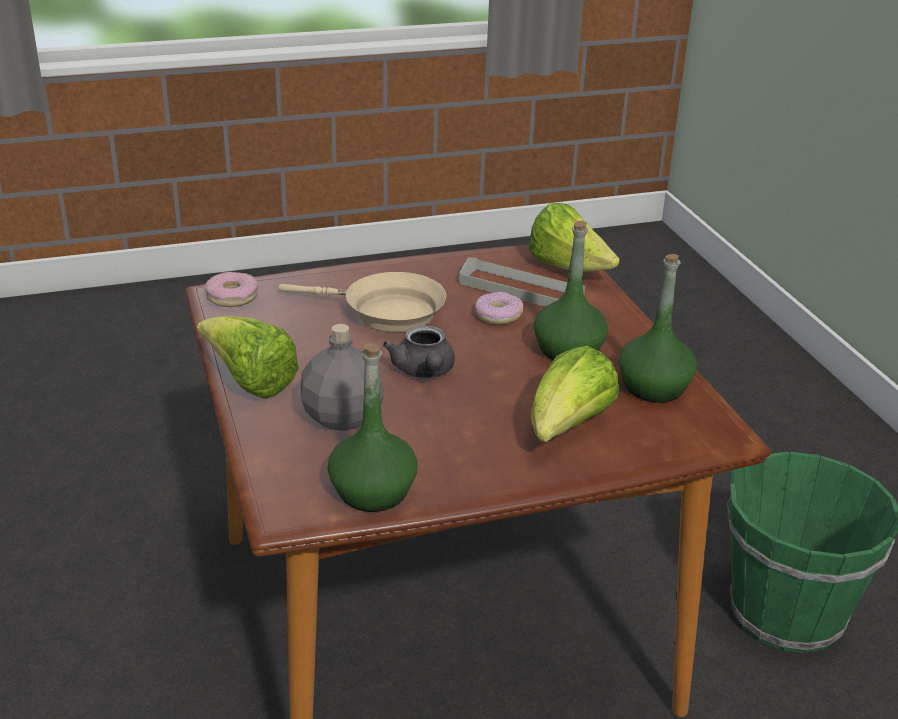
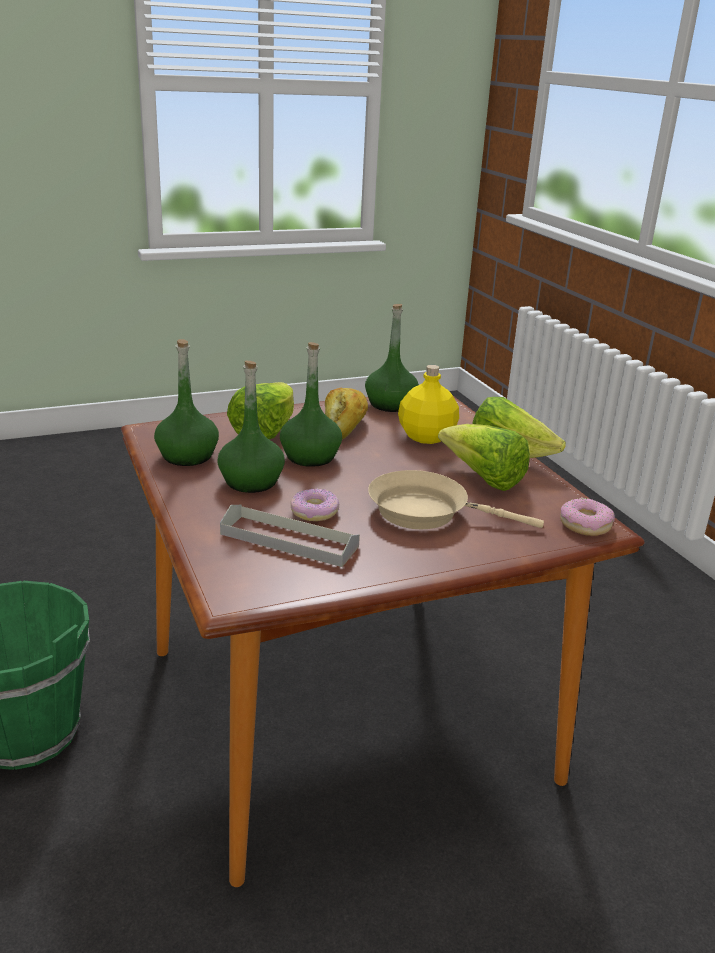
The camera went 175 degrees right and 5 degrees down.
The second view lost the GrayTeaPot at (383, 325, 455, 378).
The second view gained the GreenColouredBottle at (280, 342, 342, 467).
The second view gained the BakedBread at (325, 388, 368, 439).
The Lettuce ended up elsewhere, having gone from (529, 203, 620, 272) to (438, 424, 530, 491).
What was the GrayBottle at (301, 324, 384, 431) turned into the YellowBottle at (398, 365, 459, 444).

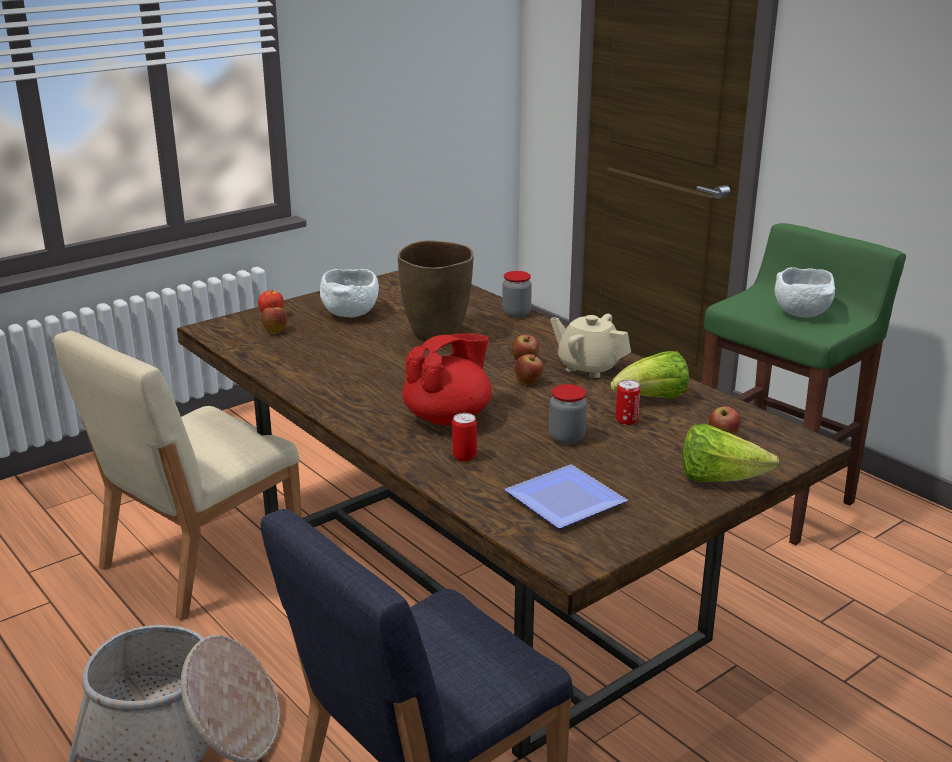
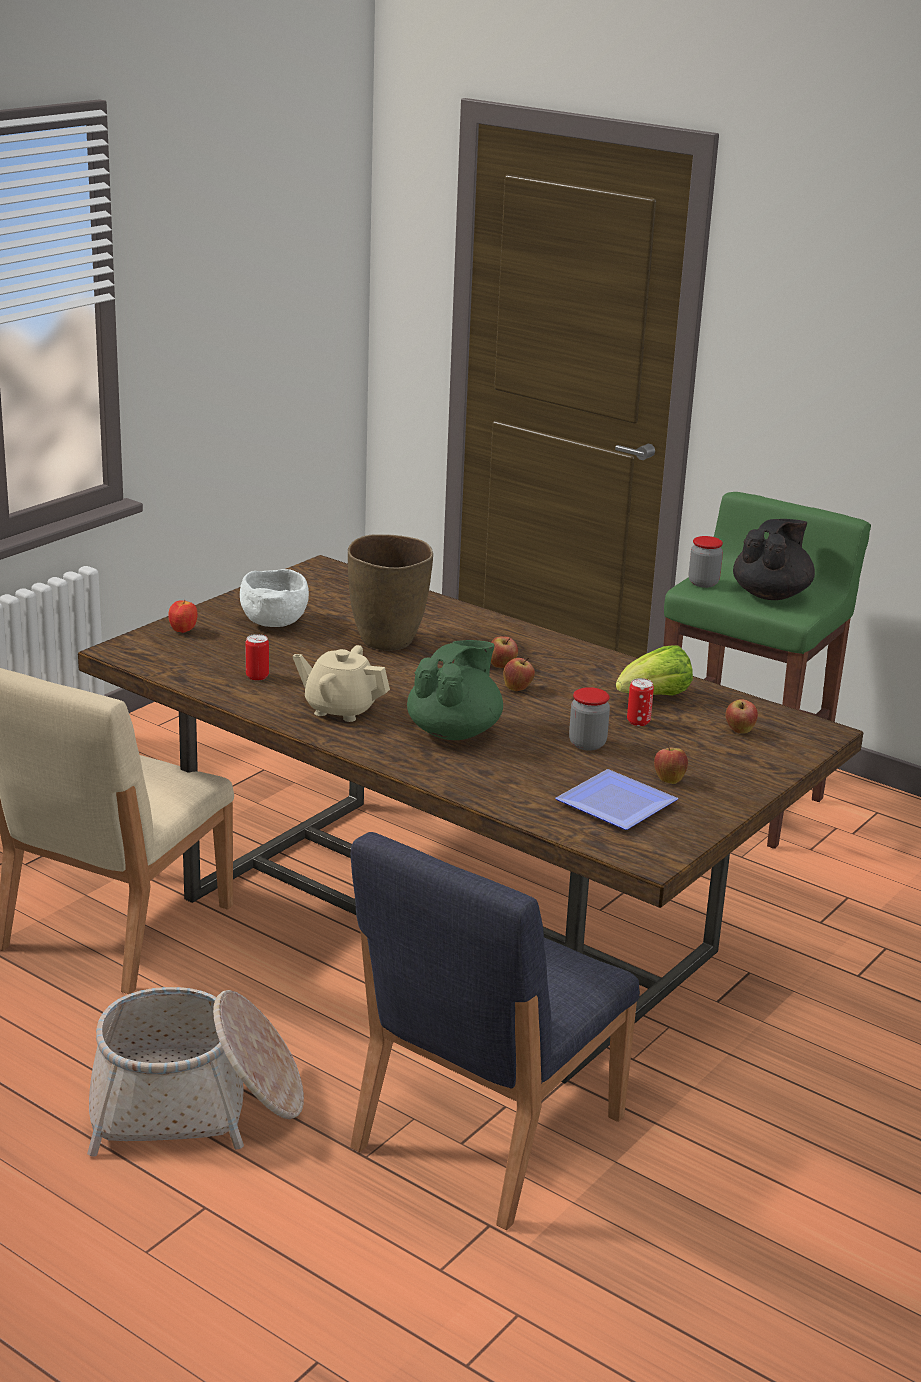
The camera went 15 degrees left and 0 degrees up.
The second view lost the Lettuce at (683, 424, 779, 482).
The AppleFruit ended up elsewhere, having gone from (261, 302, 287, 334) to (654, 741, 688, 784).
The Can ended up elsewhere, having gone from (452, 413, 477, 461) to (245, 634, 269, 681).
The PreserveJar ended up elsewhere, having gone from (502, 271, 532, 318) to (689, 536, 723, 588).
The SandColouredTeaPot ended up elsewhere, having gone from (550, 314, 631, 378) to (293, 645, 390, 722).
Where the WhiteColouredDeepDish stood at (775, 267, 835, 318), the BlackTeaPot came to stand at (733, 519, 815, 600).
What was the RedTeaPot at (403, 333, 492, 425) turned into the GreenColouredTeaPot at (407, 640, 503, 740).

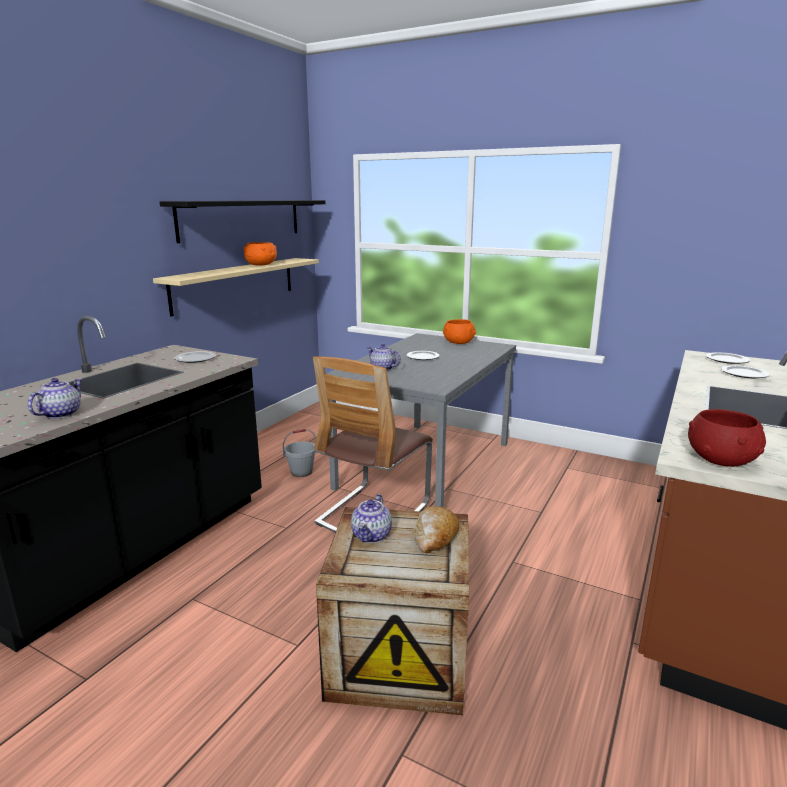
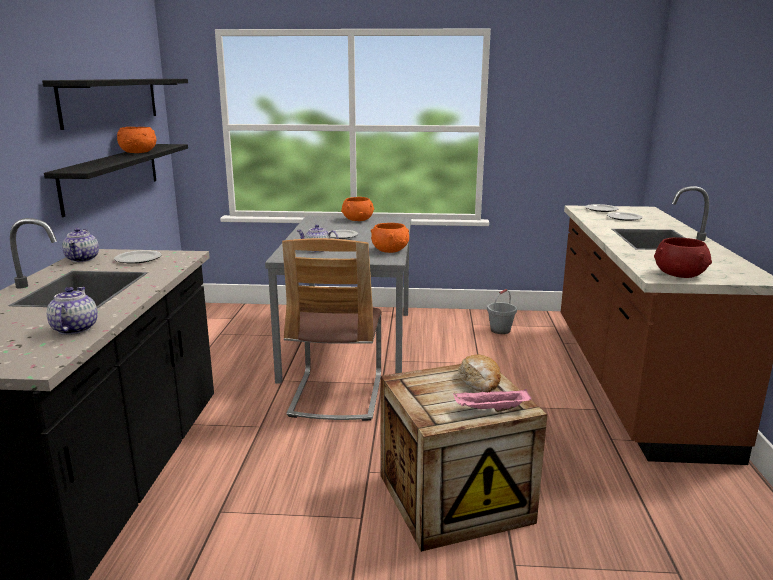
The camera went 25 degrees left and 0 degrees up.
The second view gained the OrangeyDeepDish at (371, 223, 409, 253).
The second view gained the PinkColouredServingTray at (453, 389, 531, 412).
The GrayPail ended up elsewhere, having gone from (283, 429, 316, 477) to (487, 289, 517, 334).
The TeaPot ended up elsewhere, having gone from (351, 494, 392, 543) to (62, 228, 99, 262).
What was the SandColouredShelf at (153, 258, 319, 317) turned into the BlackShelf at (44, 144, 188, 217).

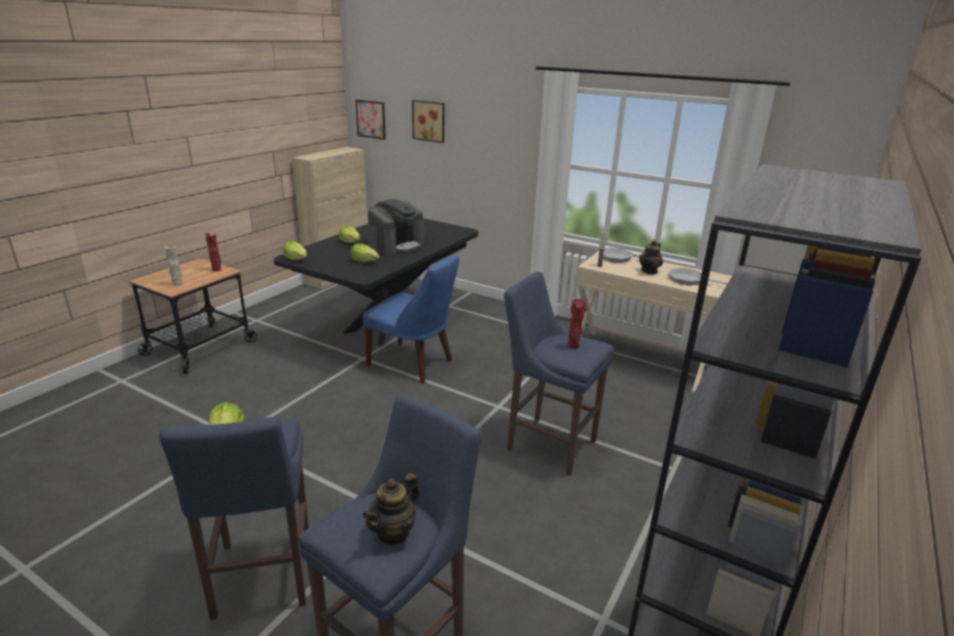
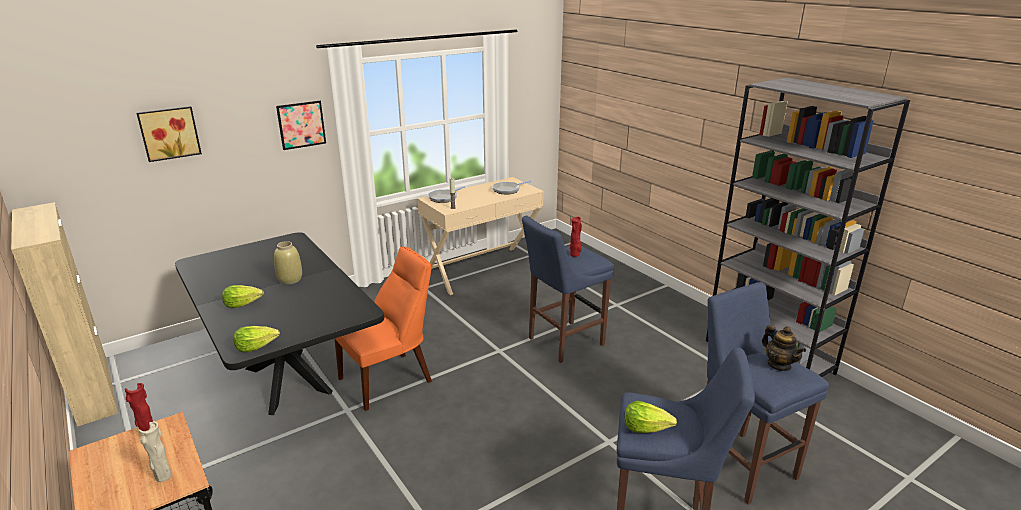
The camera went 65 degrees left and 0 degrees up.
The second view lost the Lettuce at (351, 243, 379, 262).
The second view lost the TeaPot at (639, 240, 663, 274).
The Picture ended up elsewhere, having gone from (356, 100, 386, 140) to (276, 101, 326, 150).
Where the CoffeeBrewer stood at (368, 199, 424, 256), the SandColouredVase came to stand at (274, 241, 302, 284).
What was the BlueUprightChair at (363, 254, 459, 383) turned into the OrangeyUprightChair at (334, 247, 432, 411).

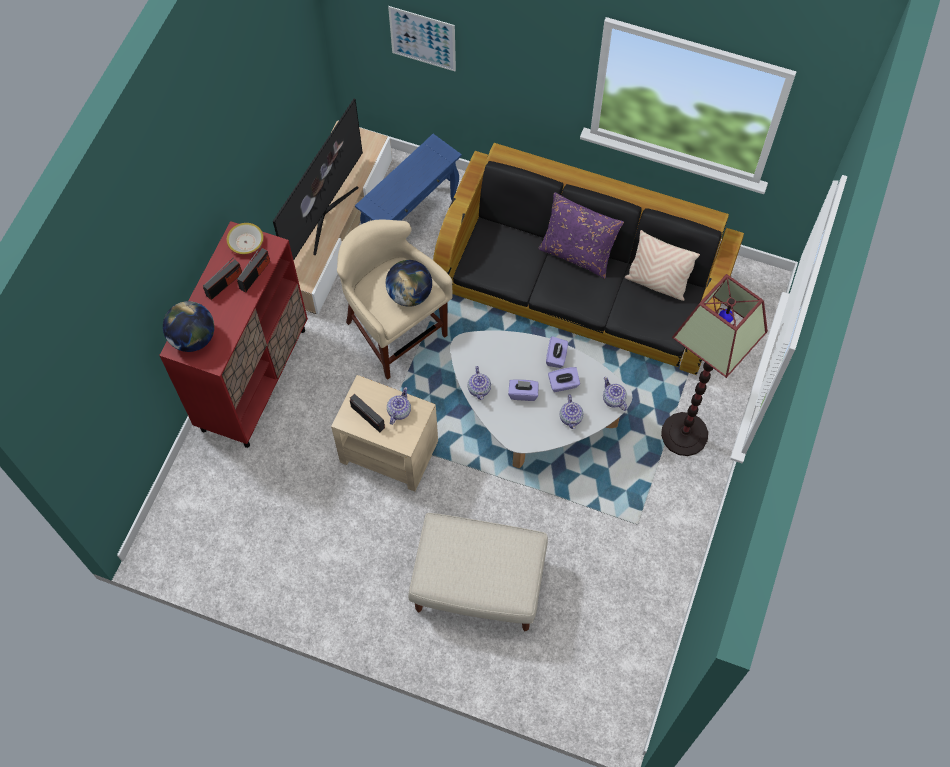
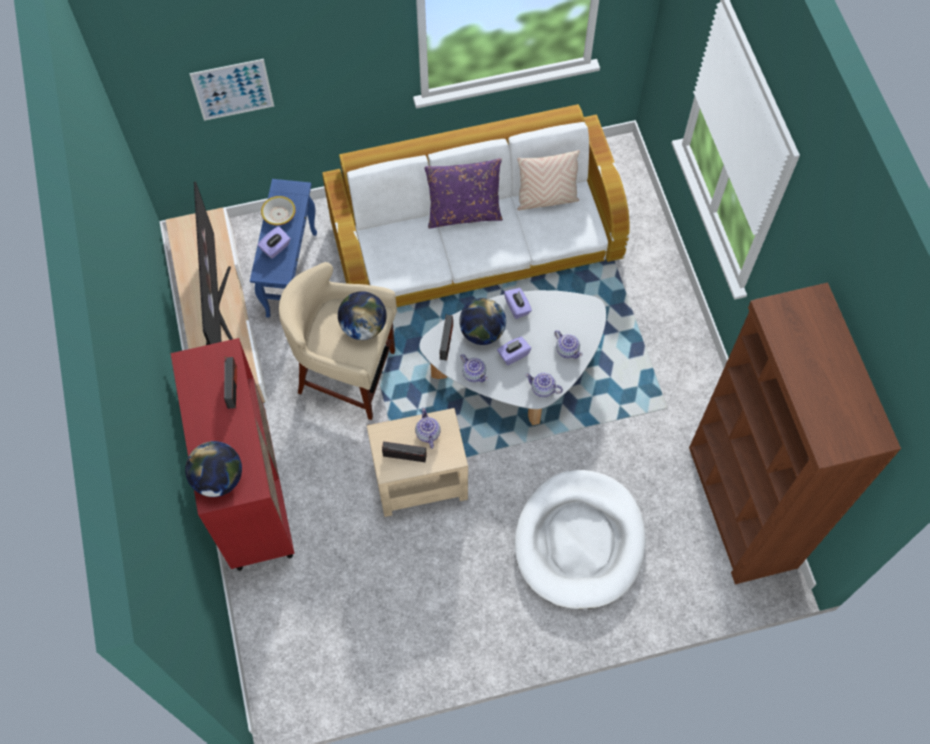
The camera went 35 degrees left and 0 degrees up.
The second view lost the FloorLamp at (661, 274, 768, 456).
The second view gained the Globe at (459, 298, 506, 345).
The second view gained the BrownShelvingUnit at (689, 282, 901, 585).
The RadioReceiver ended up elsewhere, having gone from (203, 258, 242, 300) to (439, 314, 453, 360).
The DeepDish ended up elsewhere, having gone from (227, 223, 264, 255) to (261, 196, 296, 226).
The PurpleColouredTissueHolder ended up elsewhere, having gone from (548, 367, 580, 392) to (258, 226, 291, 259).
The TeaPot ended up elsewhere, having gone from (603, 377, 627, 411) to (525, 373, 563, 397).
Where the SandColouredOttoman stood at (408, 513, 548, 631), the WhiteColouredDogBed came to stand at (515, 470, 646, 609).
What was the BlackSofa at (433, 143, 744, 375) turned into the WhiteColouredSofa at (322, 104, 630, 307).

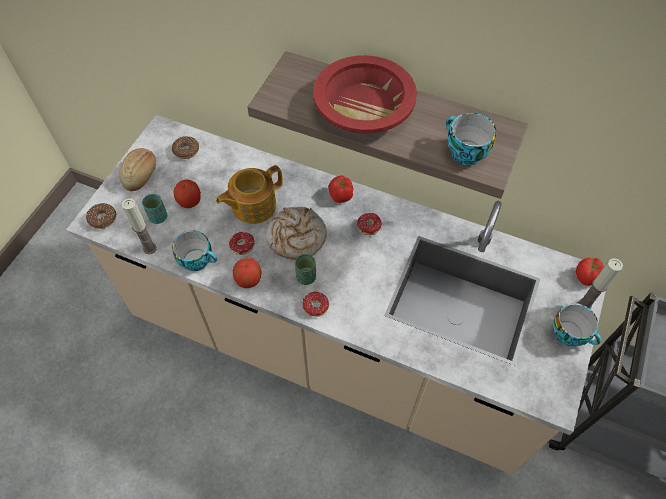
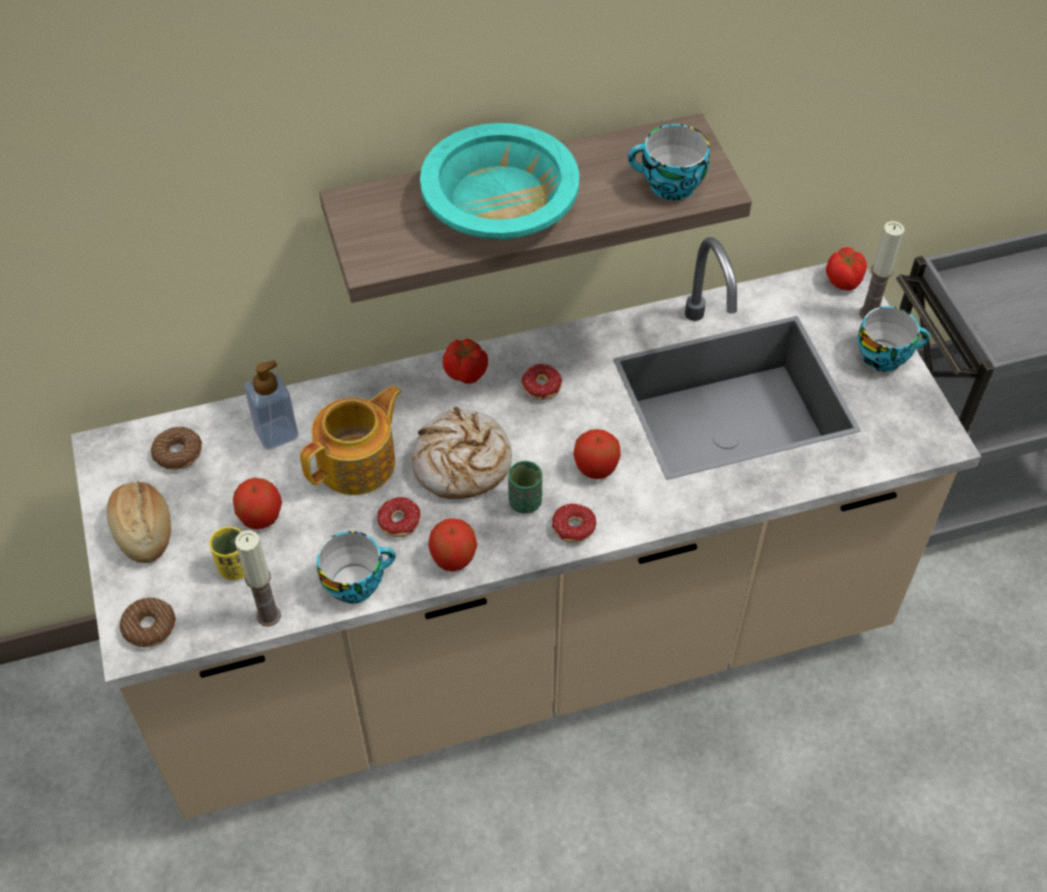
The camera went 40 degrees left and 5 degrees down.
The second view gained the SoapBottle at (244, 360, 298, 450).
The second view gained the AppleFruit at (573, 429, 621, 479).
What was the TurquoiseSmallCup at (142, 194, 167, 224) turned into the YellowSmallCup at (209, 527, 245, 580).
What was the RedDeepDish at (313, 55, 417, 134) turned into the TurquoiseDeepDish at (420, 123, 579, 240).
The TeaPot at (216, 165, 283, 224) ended up facing another way, 150 degrees counterclockwise from before.

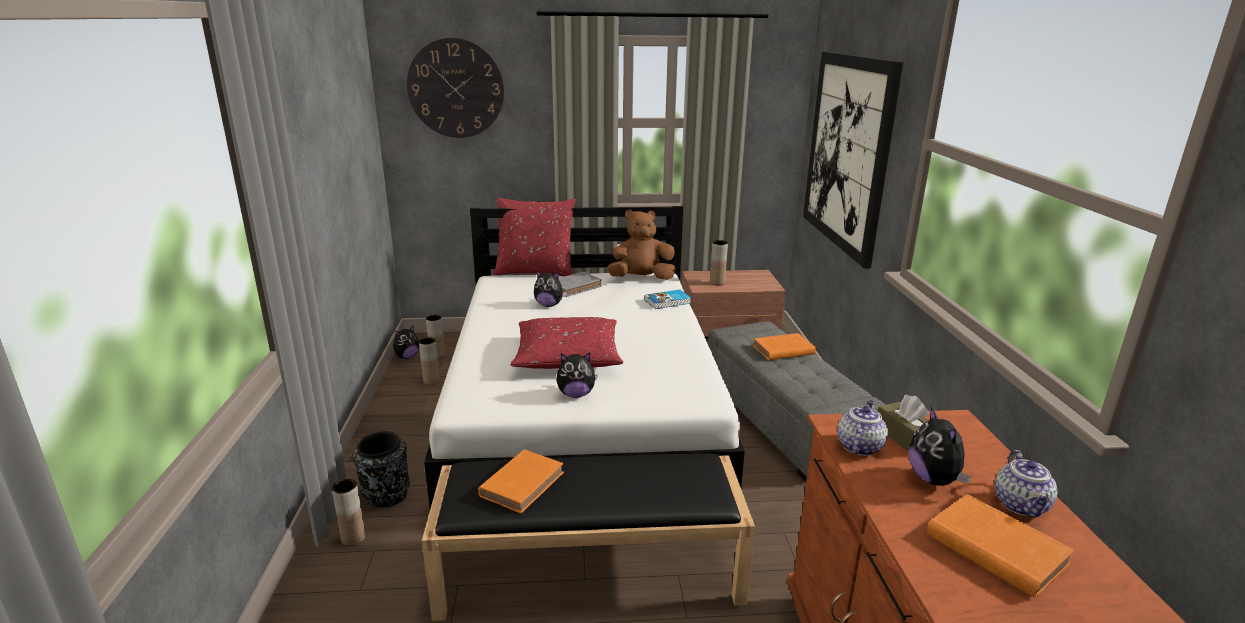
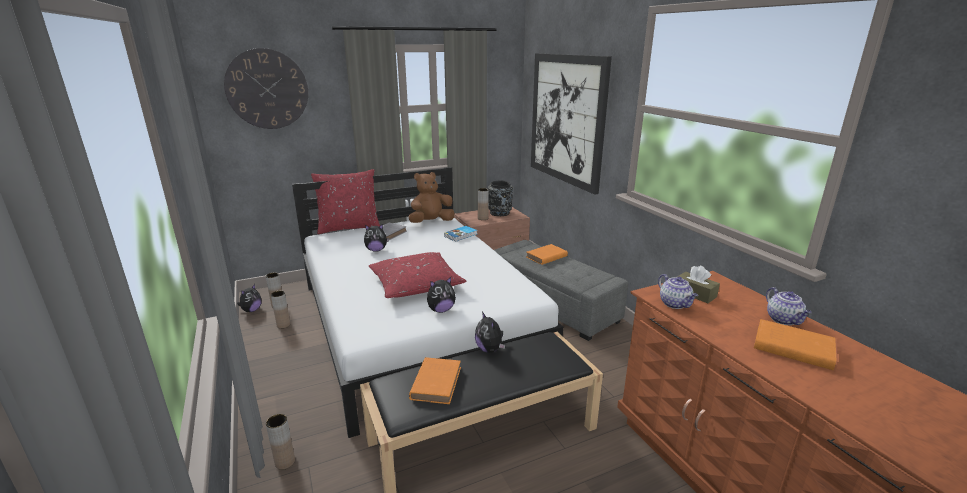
The camera went 20 degrees left and 0 degrees up.
The BlackVase ended up elsewhere, having gone from (352, 431, 410, 507) to (488, 180, 513, 216).
The SoftToy ended up elsewhere, having gone from (909, 407, 971, 486) to (475, 312, 505, 353).
The TeaPot at (837, 400, 888, 456) ended up facing another way, 150 degrees clockwise from before.

